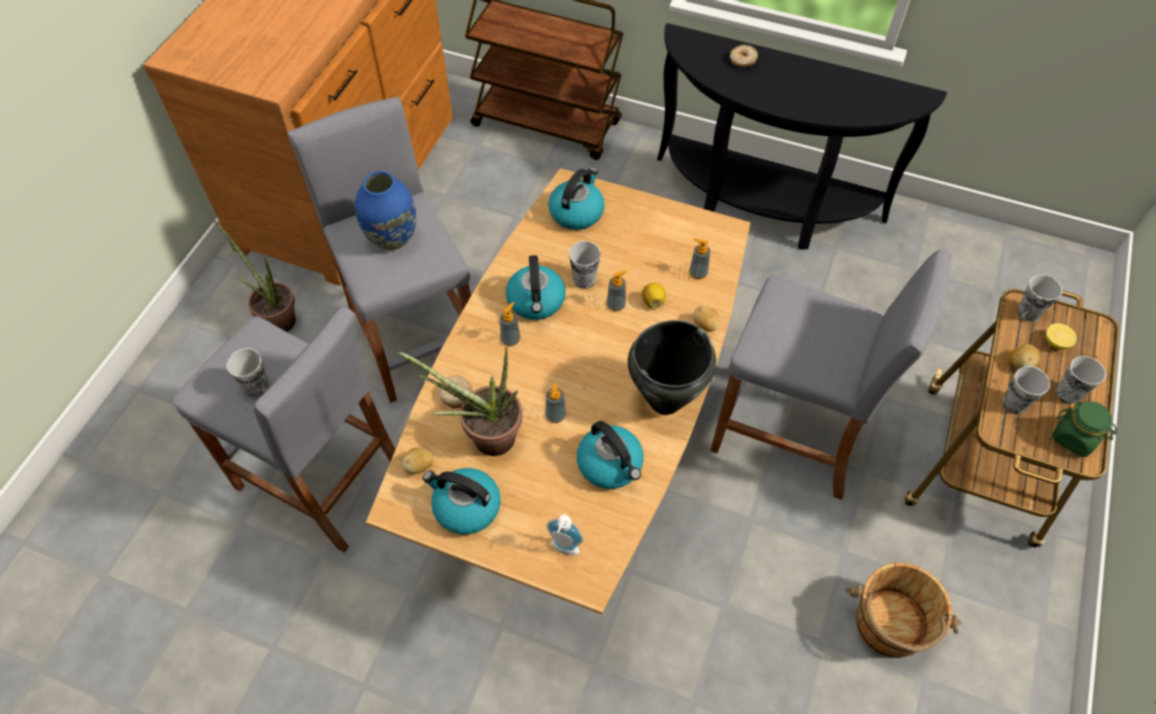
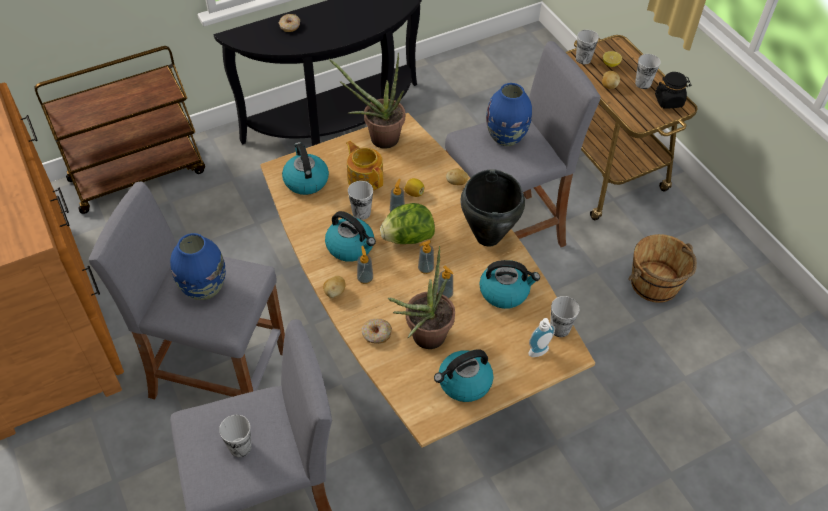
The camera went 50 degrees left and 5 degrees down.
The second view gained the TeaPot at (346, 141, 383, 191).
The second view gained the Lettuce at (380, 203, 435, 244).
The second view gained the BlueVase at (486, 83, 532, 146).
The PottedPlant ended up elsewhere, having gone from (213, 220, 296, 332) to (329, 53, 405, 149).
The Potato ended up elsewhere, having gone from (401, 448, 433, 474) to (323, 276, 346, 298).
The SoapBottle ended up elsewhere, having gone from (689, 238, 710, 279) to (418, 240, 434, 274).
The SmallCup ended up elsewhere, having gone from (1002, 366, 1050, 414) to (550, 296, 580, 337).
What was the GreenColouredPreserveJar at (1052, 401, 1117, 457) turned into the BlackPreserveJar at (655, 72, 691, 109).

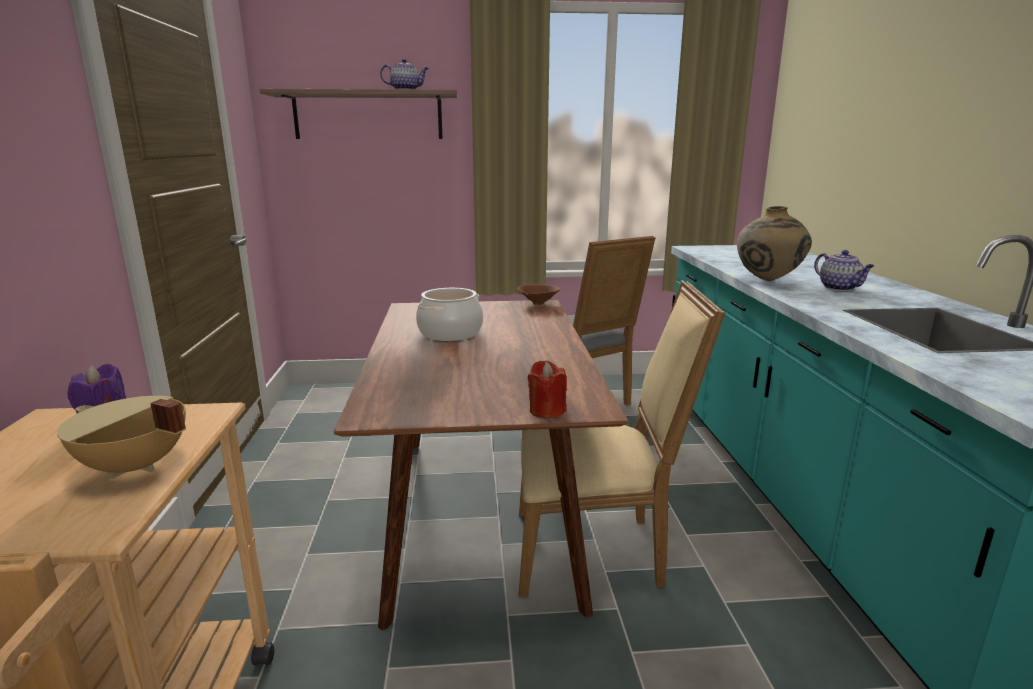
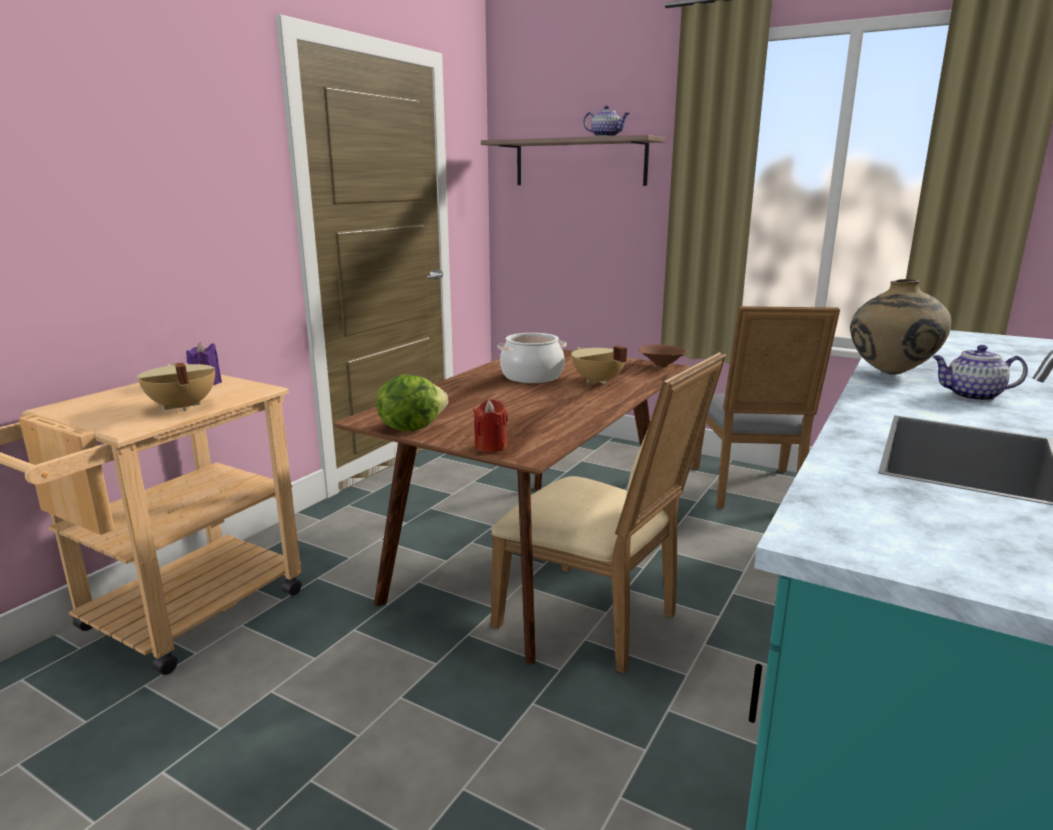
The camera went 35 degrees right and 0 degrees up.
The second view gained the Lettuce at (376, 375, 448, 431).
The second view gained the SandColouredStockpot at (571, 346, 627, 384).
The TeaPot at (814, 250, 874, 291) ended up facing another way, 90 degrees clockwise from before.

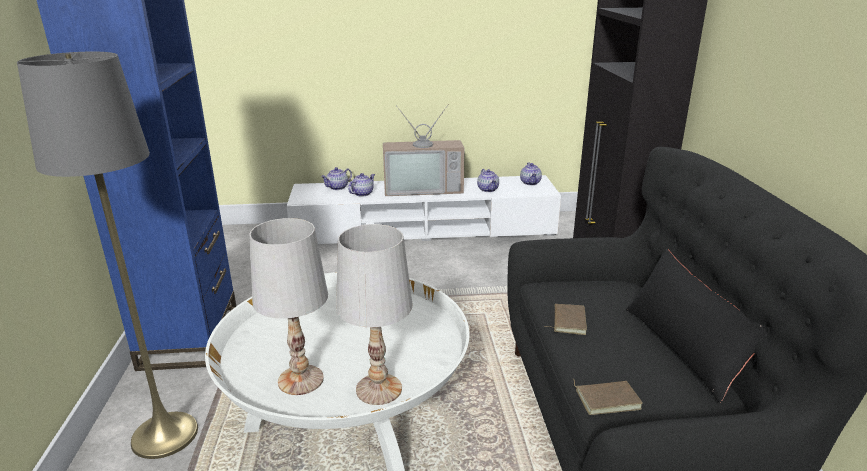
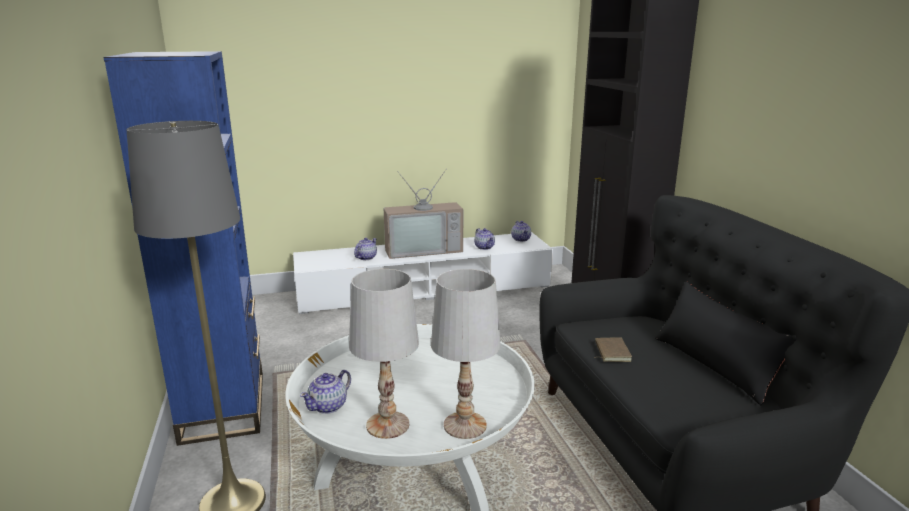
The camera went 10 degrees left and 5 degrees down.
The second view lost the BrownVolume at (573, 379, 643, 415).
The TeaPot ended up elsewhere, having gone from (321, 167, 352, 190) to (300, 370, 351, 414).

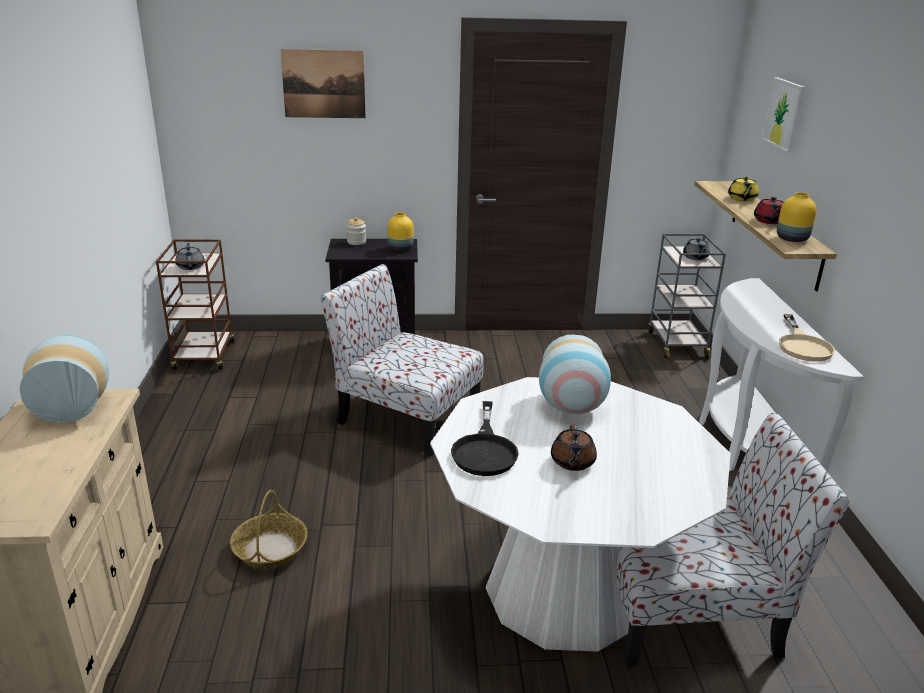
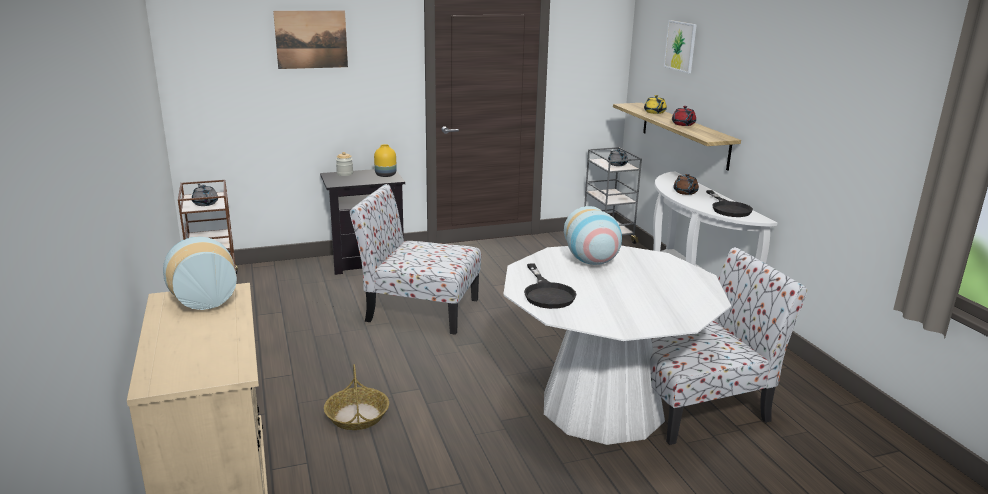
The camera went 15 degrees left and 5 degrees down.
The second view lost the YellowVase at (777, 192, 817, 242).
The BrownTeaPot ended up elsewhere, having gone from (551, 424, 597, 471) to (673, 174, 699, 195).
What was the SandColouredFryingPan at (779, 314, 835, 362) turned into the BlackFryingPan at (706, 190, 753, 217).

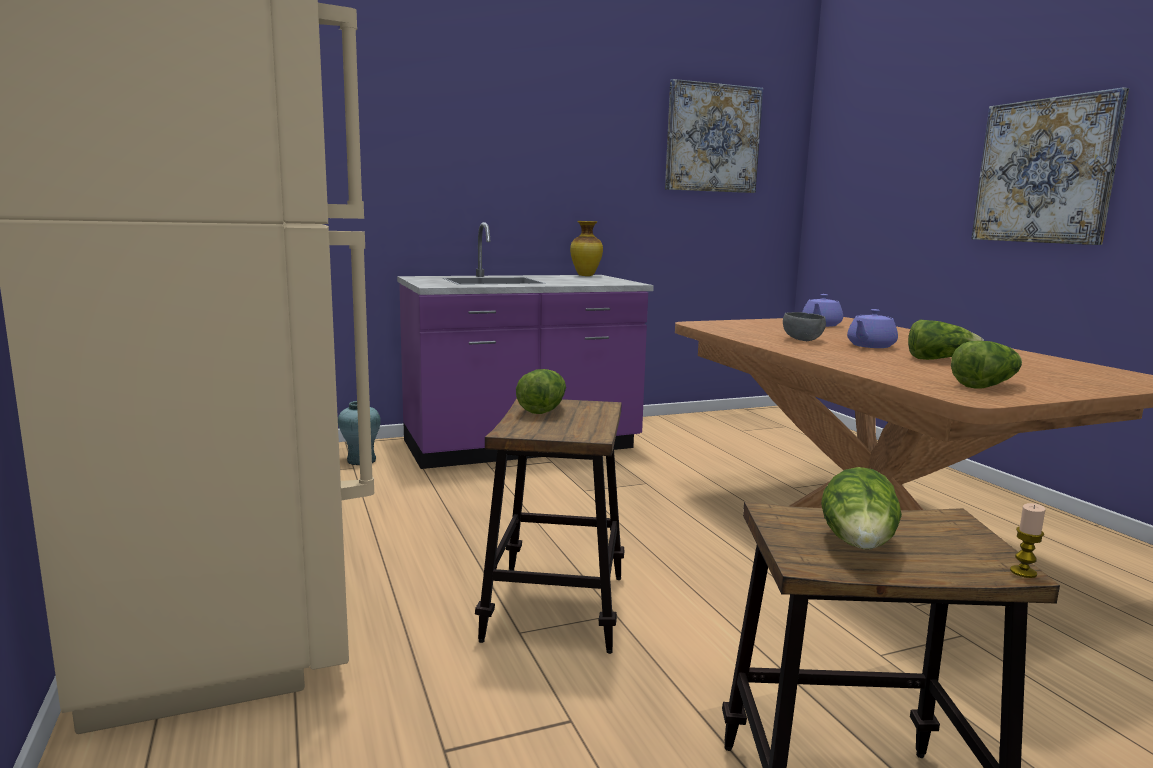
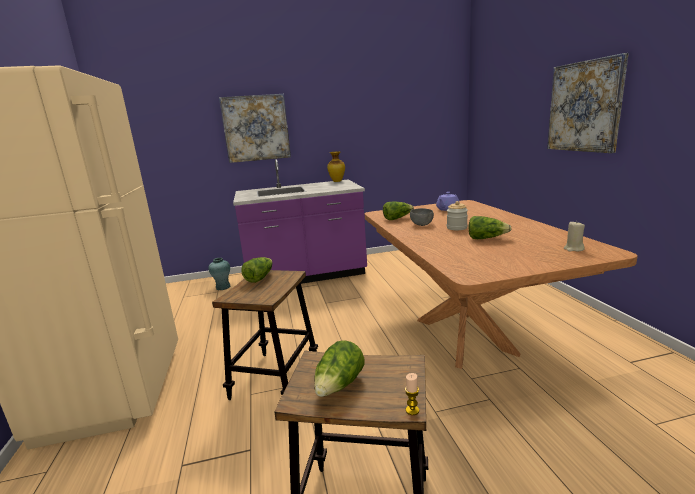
The camera went 10 degrees right and 5 degrees up.
The second view gained the SandColouredWaxCandle at (564, 222, 585, 251).
The Picture ended up elsewhere, having gone from (665, 79, 763, 193) to (219, 94, 291, 163).
The Lettuce ended up elsewhere, having gone from (951, 341, 1022, 389) to (383, 202, 414, 220).
Where the PurpleColouredTeaPot stood at (847, 309, 898, 348), the PreserveJar came to stand at (447, 201, 468, 230).

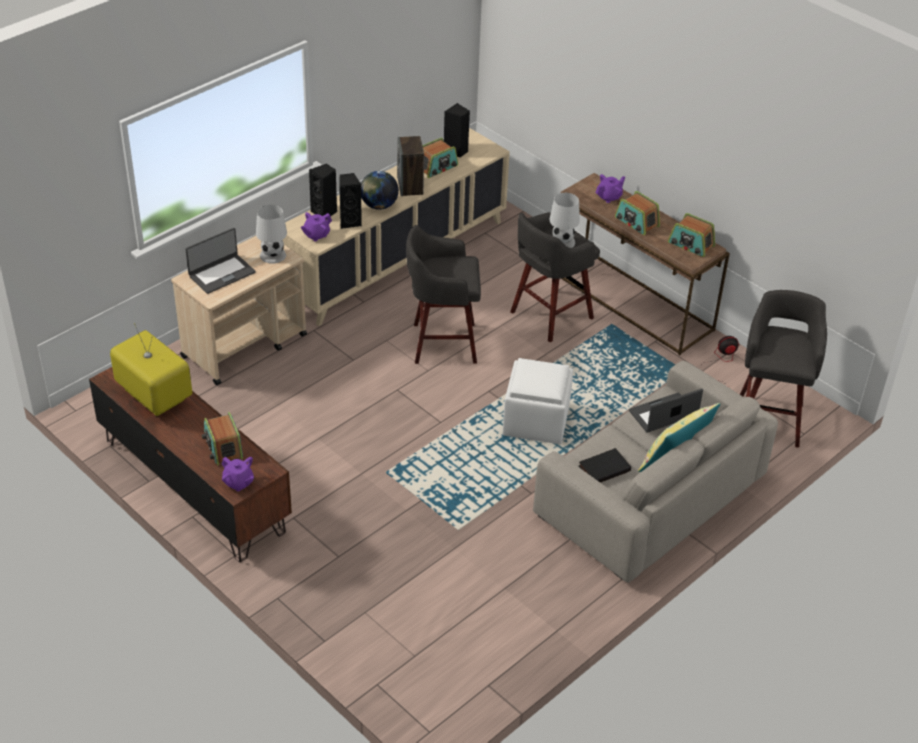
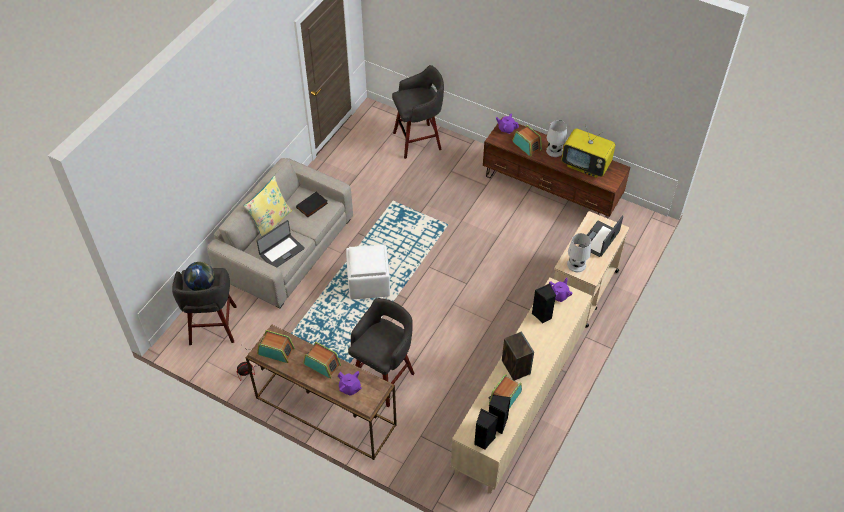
The camera went 165 degrees right and 10 degrees up.
The BlackAudioSpeaker ended up elsewhere, having gone from (309, 164, 337, 220) to (474, 409, 498, 450).
The Globe ended up elsewhere, having gone from (361, 171, 399, 210) to (184, 262, 215, 291).
The GrayStoolSeat ended up elsewhere, having gone from (406, 225, 481, 364) to (392, 65, 444, 159).
The WhiteColouredTabletopLamp ended up elsewhere, having gone from (550, 193, 580, 248) to (546, 120, 567, 157).
The PurpleColouredTeaPot at (595, 174, 625, 203) ended up facing another way, 90 degrees counterclockwise from before.

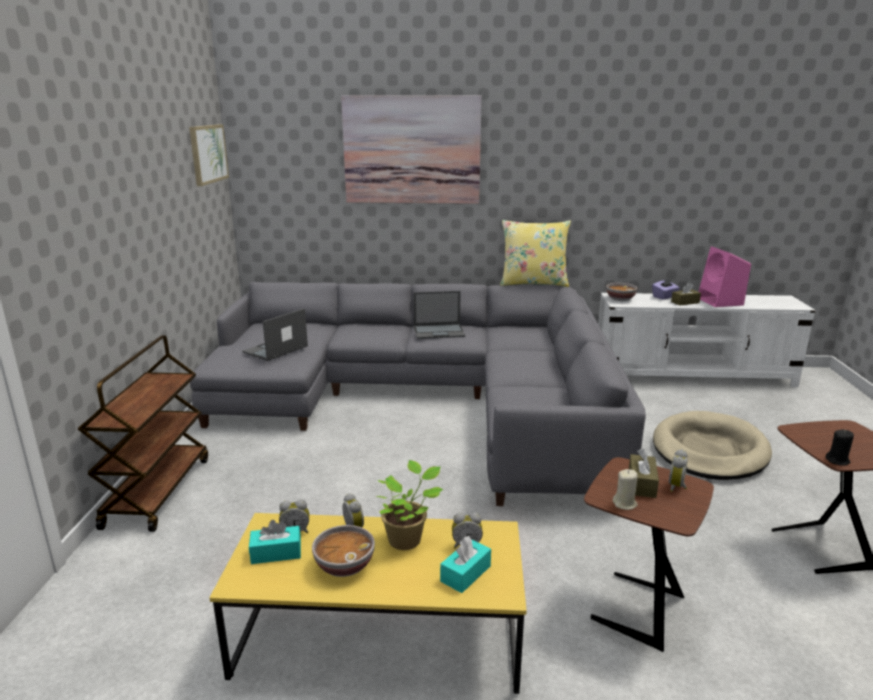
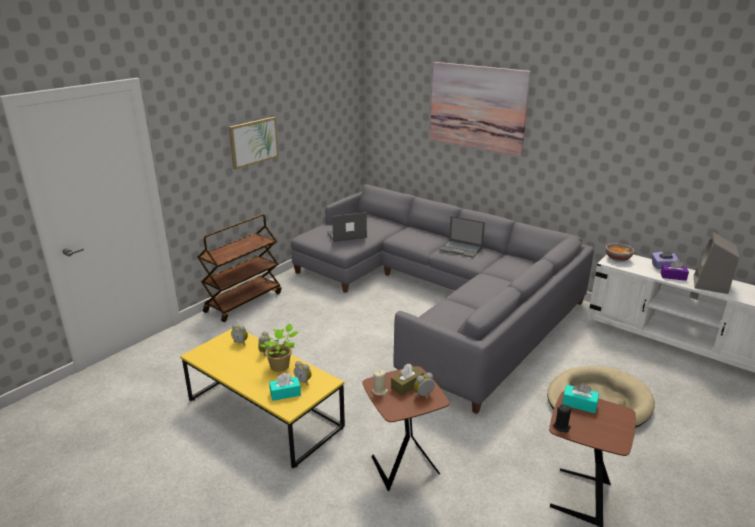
The camera went 35 degrees right and 5 degrees up.
The second view lost the DeepDish at (312, 525, 375, 577).
The second view lost the YellowPillow at (500, 220, 571, 287).
The Picture ended up elsewhere, having gone from (189, 124, 229, 186) to (229, 117, 279, 170).
The TurquoiseTissueHolder ended up elsewhere, having gone from (249, 520, 301, 564) to (562, 383, 599, 413).
What was the BrownTissueHolder at (671, 283, 701, 306) turned into the PurpleColouredTissueHolder at (660, 260, 689, 281).
What was the PinkColouredAudioSpeaker at (699, 246, 751, 307) turned into the GrayAudioSpeaker at (694, 232, 739, 294).

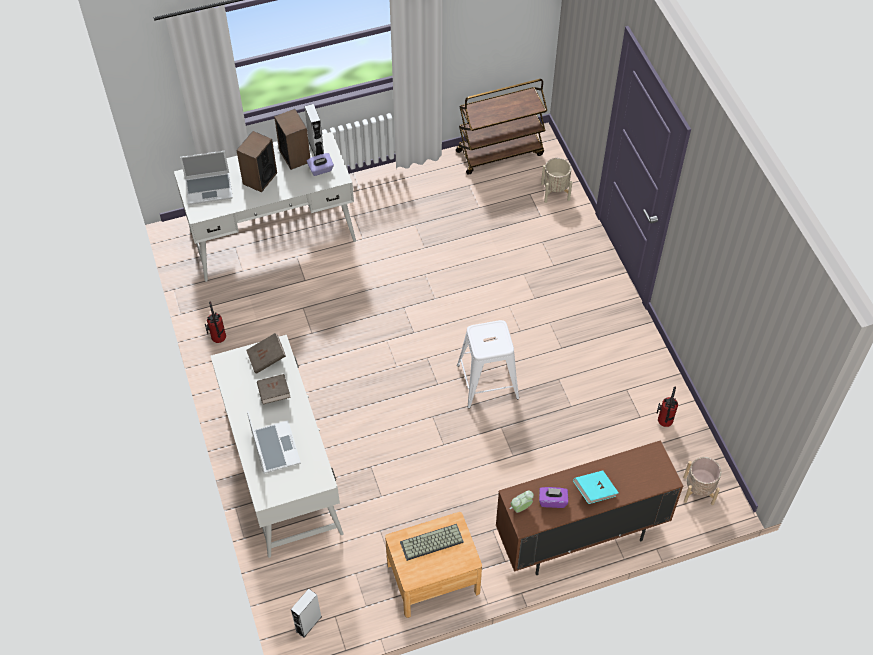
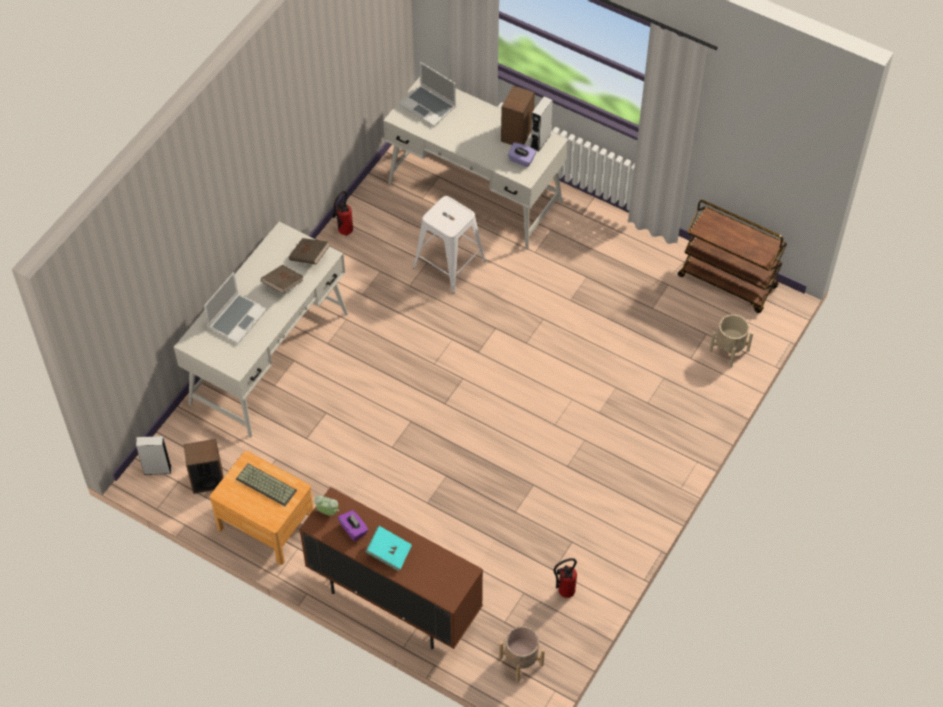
The camera went 50 degrees right and 0 degrees up.
The AudioSpeaker ended up elsewhere, having gone from (236, 131, 277, 192) to (184, 439, 224, 494).
The WhiteColouredStoolSeat ended up elsewhere, having gone from (457, 320, 519, 408) to (413, 196, 486, 294).

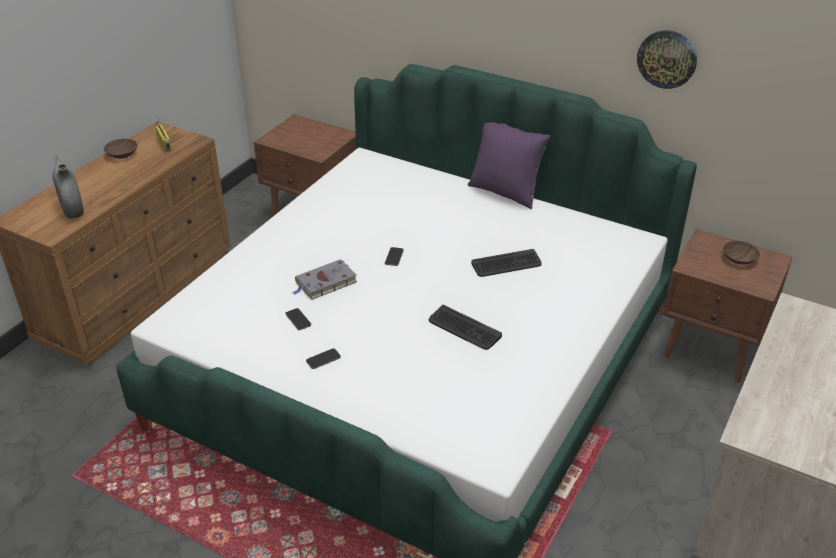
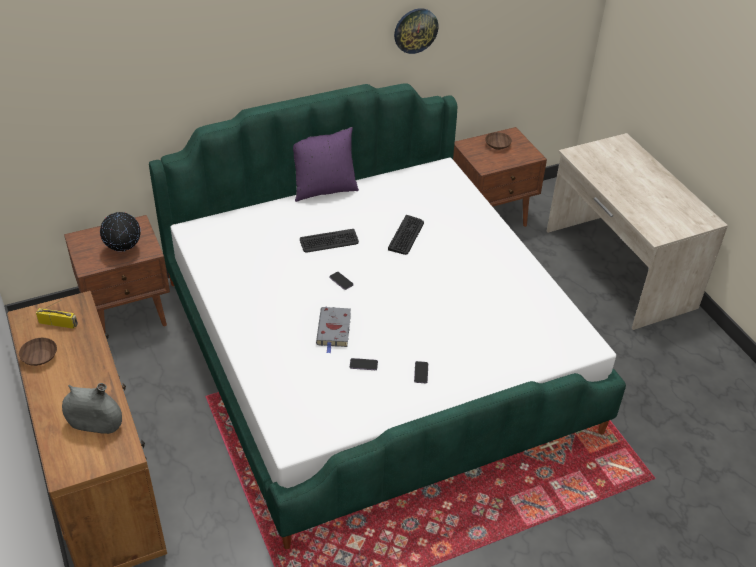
The camera went 55 degrees left and 5 degrees up.
The second view gained the Globe at (100, 212, 141, 252).
The ComputerKeyboard ended up elsewhere, having gone from (429, 305, 502, 350) to (300, 229, 359, 252).

